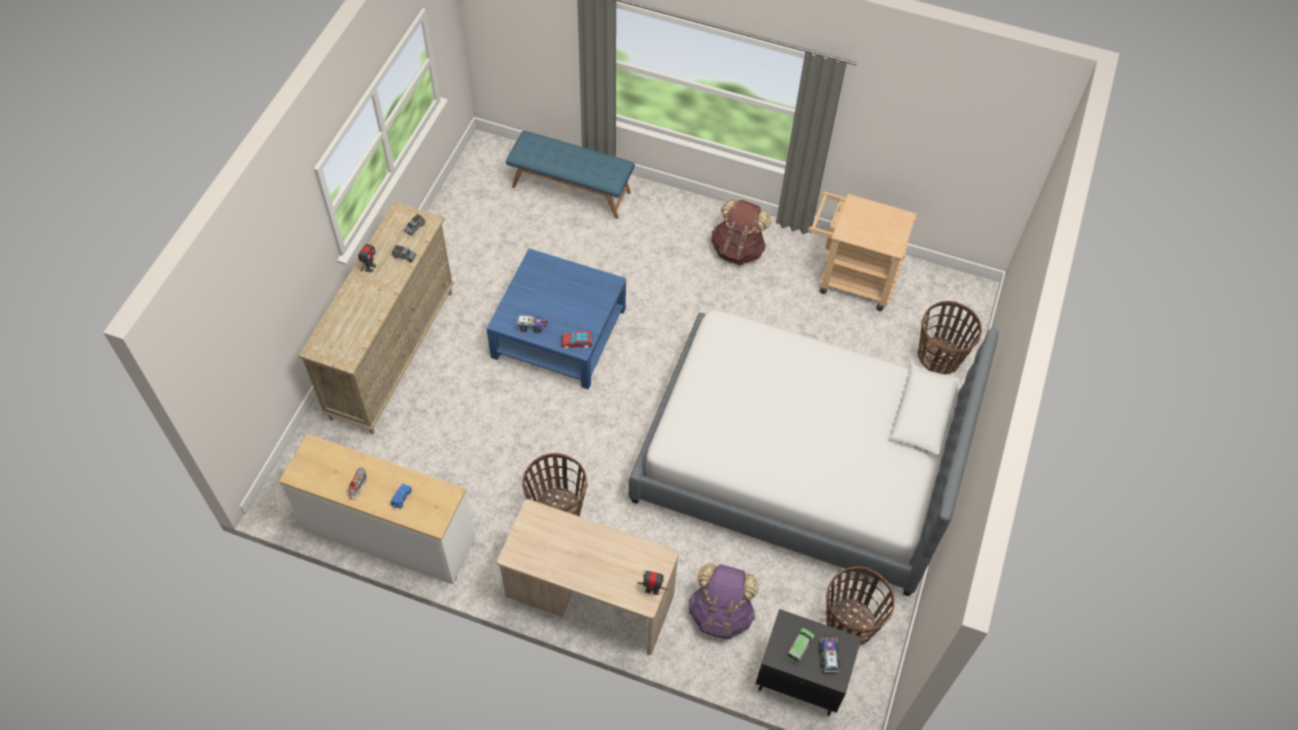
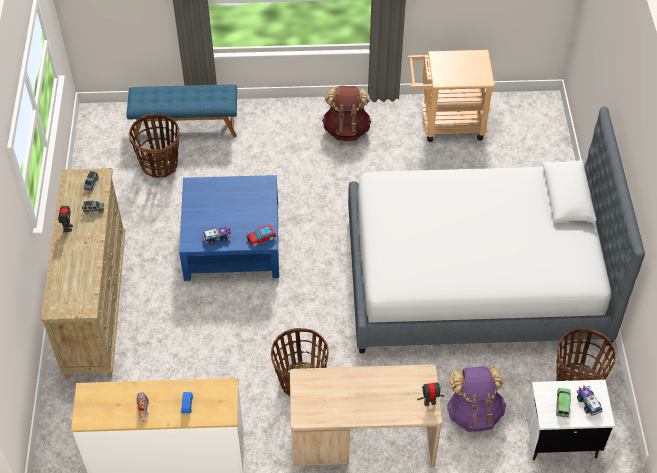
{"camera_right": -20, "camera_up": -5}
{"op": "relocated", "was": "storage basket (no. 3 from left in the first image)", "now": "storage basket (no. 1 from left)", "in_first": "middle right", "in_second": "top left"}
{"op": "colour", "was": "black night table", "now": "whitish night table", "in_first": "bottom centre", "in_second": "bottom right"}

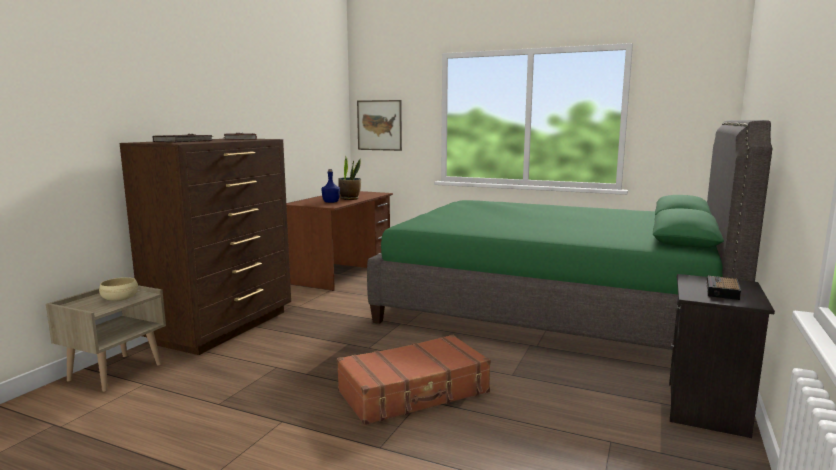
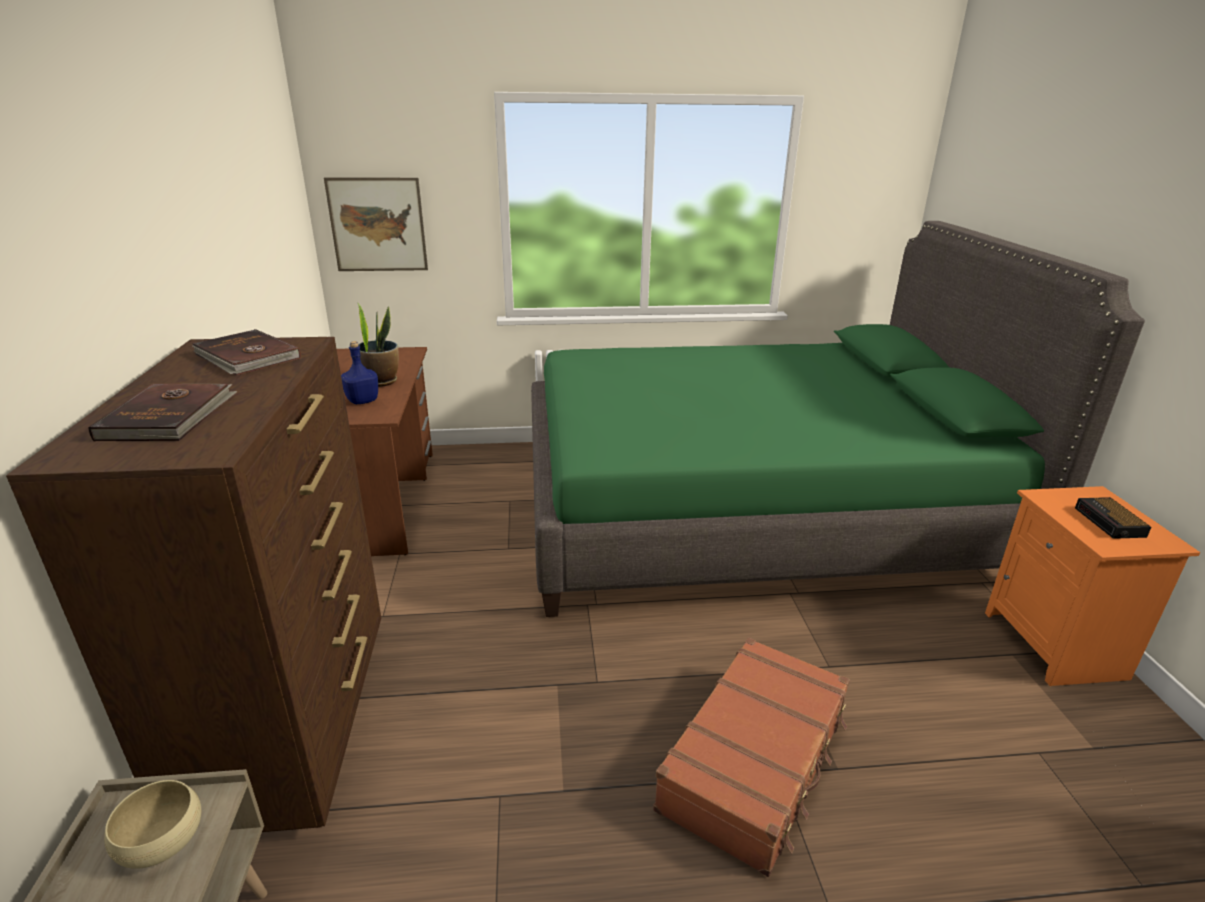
{"camera_right": -30, "camera_up": 15}
{"op": "colour", "was": "black night table", "now": "orange-coloured night table", "in_first": "bottom right", "in_second": "middle right"}

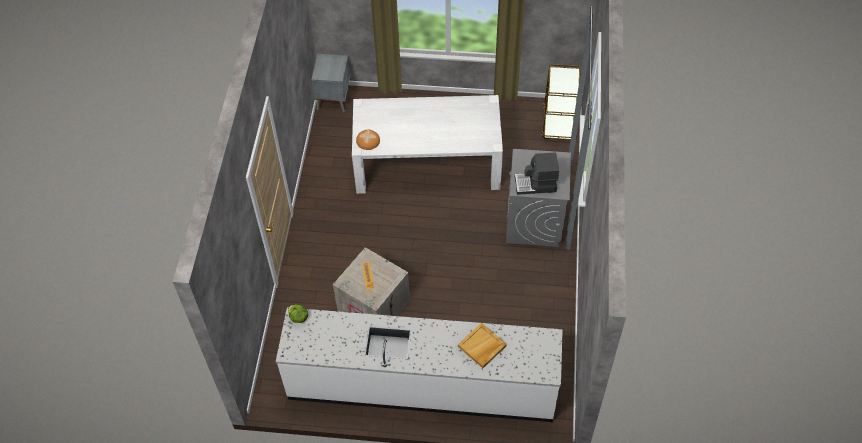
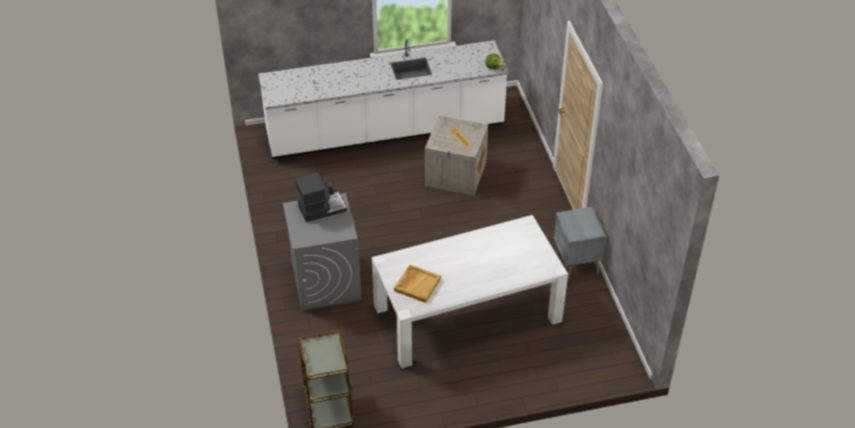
{"camera_right": 160, "camera_up": -10}
{"op": "relocated", "was": "sand-coloured tray", "in_first": "bottom centre", "in_second": "centre"}
{"op": "relocated", "was": "grey night table", "in_first": "top centre", "in_second": "middle right"}
{"op": "missing", "was": "bakery bread", "in_first": "top centre"}

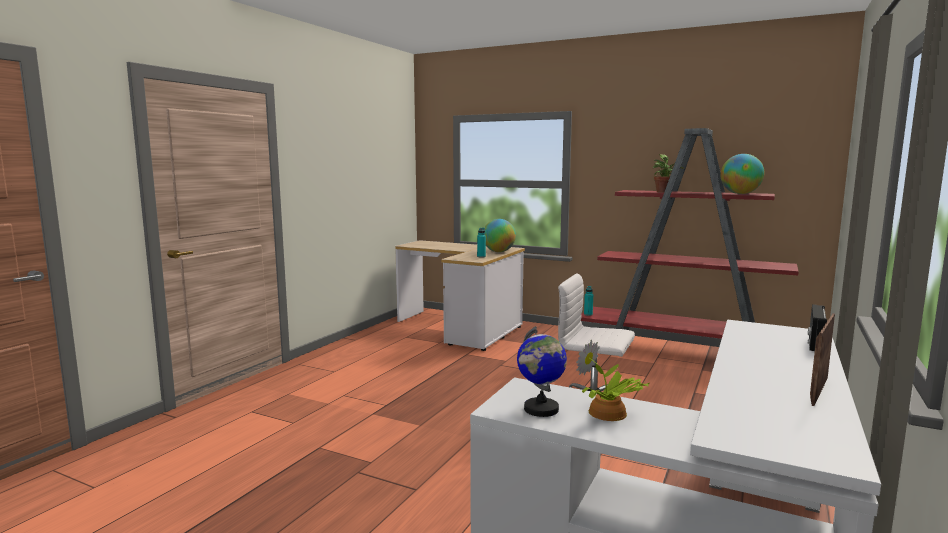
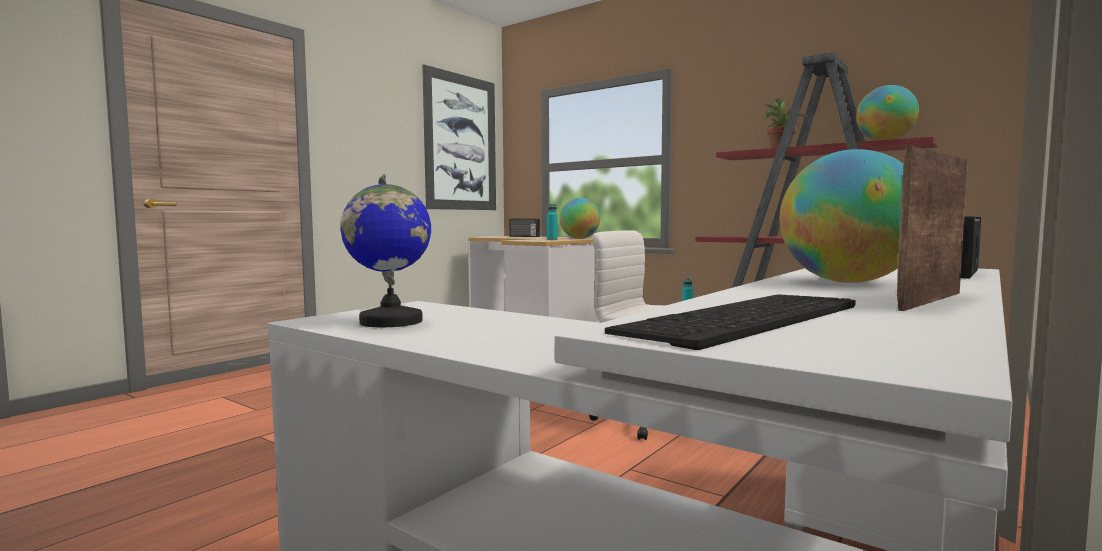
{"camera_right": 10, "camera_up": -5}
{"op": "appeared", "now": "wall picture", "in_second": "top centre"}
{"op": "appeared", "now": "radio set (no. 1 from left)", "in_second": "centre"}
{"op": "appeared", "now": "computer keyboard", "in_second": "centre"}
{"op": "appeared", "now": "desk globe (no. 3 from left)", "in_second": "middle right"}
{"op": "missing", "was": "potted plant (no. 1 from left)", "in_first": "bottom centre"}

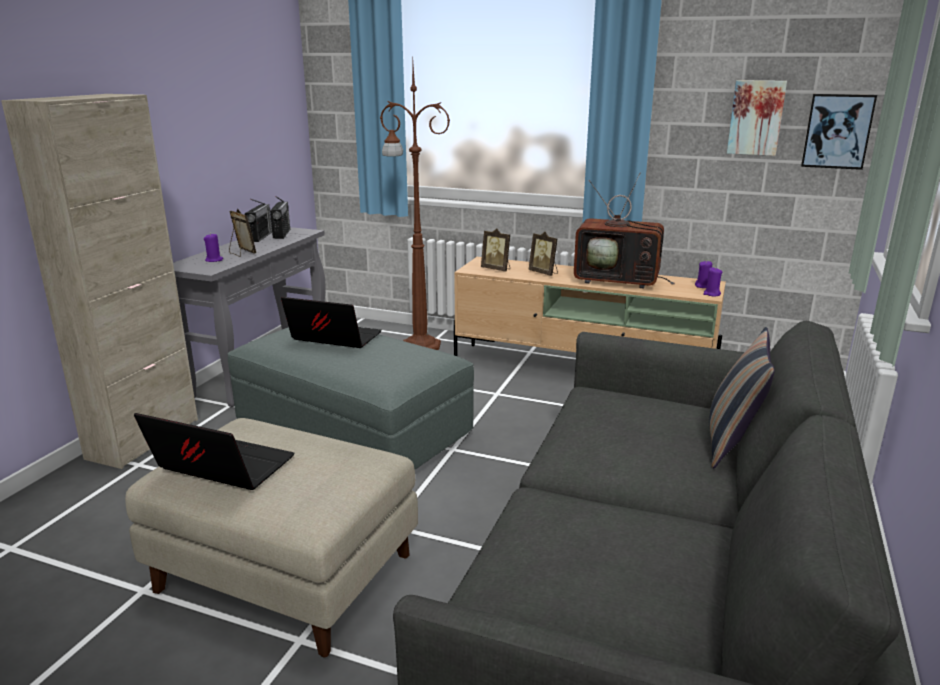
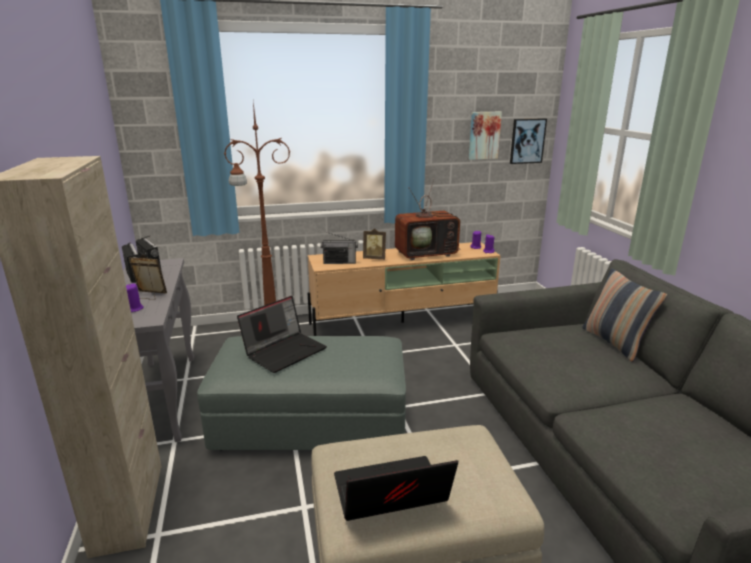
{"camera_right": -35, "camera_up": 0}
{"op": "spun", "was": "portable computer (no. 2 from left in the first image)", "in_first": "centre", "in_second": "centre", "clockwise": 150}
{"op": "exchanged", "was": "picture frame (no. 2 from left)", "now": "radio set (no. 3 from left)", "in_first": "centre", "in_second": "centre"}

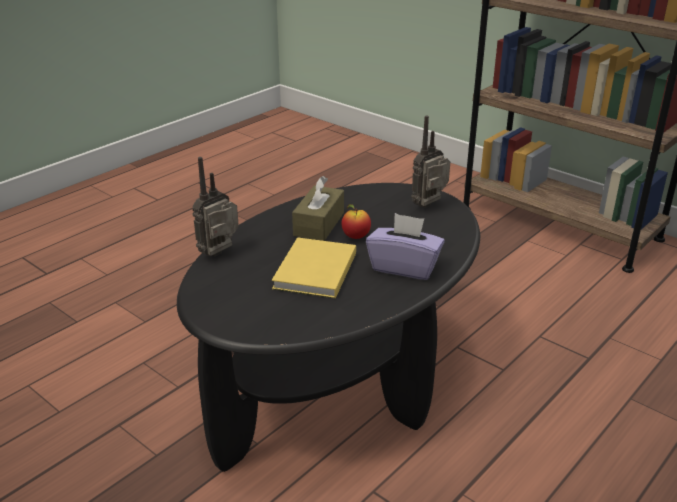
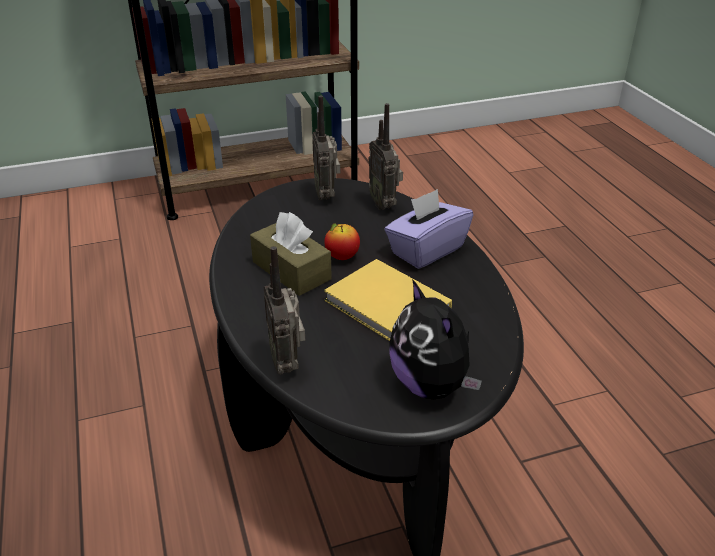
{"camera_right": -60, "camera_up": 5}
{"op": "appeared", "now": "radio set (no. 3 from left)", "in_second": "top centre"}
{"op": "appeared", "now": "soft toy", "in_second": "centre"}

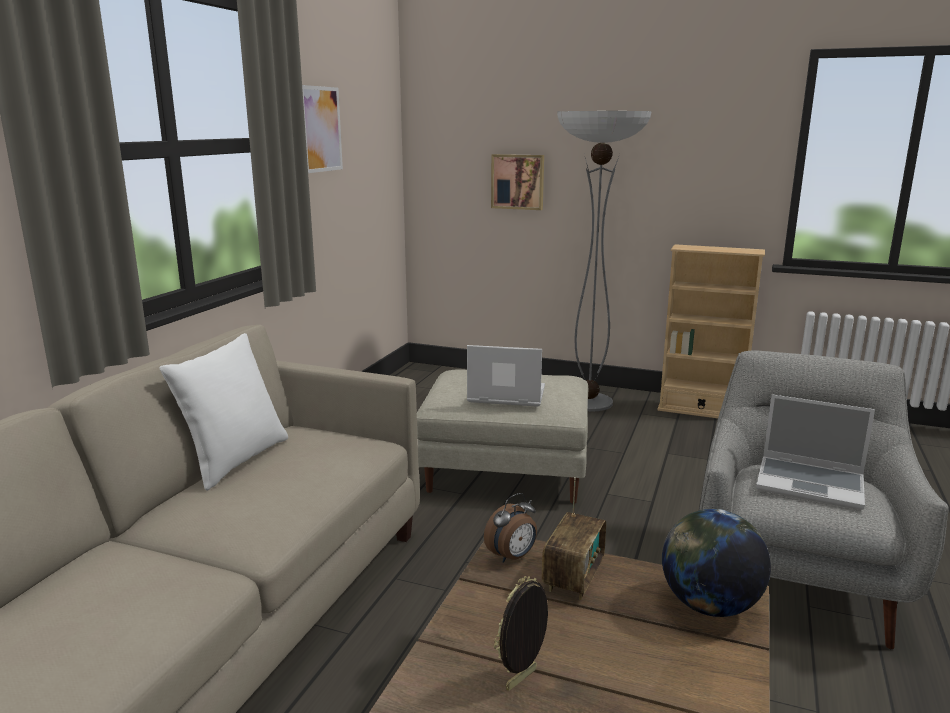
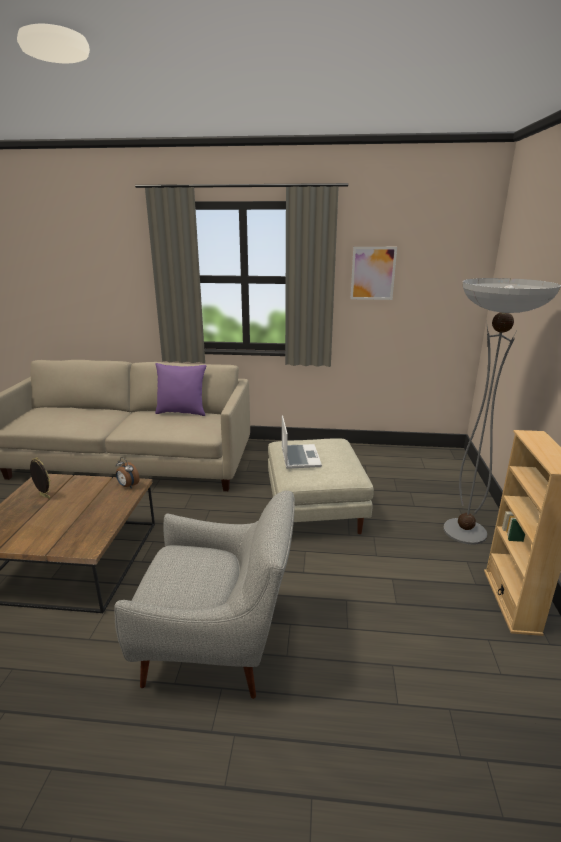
{"camera_right": 75, "camera_up": 5}
{"op": "colour", "was": "whitish cushion", "now": "purple cushion", "in_first": "middle left", "in_second": "middle left"}
{"op": "missing", "was": "wall picture (no. 2 from left)", "in_first": "top centre"}
{"op": "missing", "was": "radio set", "in_first": "bottom centre"}
{"op": "missing", "was": "desk globe", "in_first": "bottom right"}
{"op": "missing", "was": "portable computer (no. 2 from left)", "in_first": "middle right"}

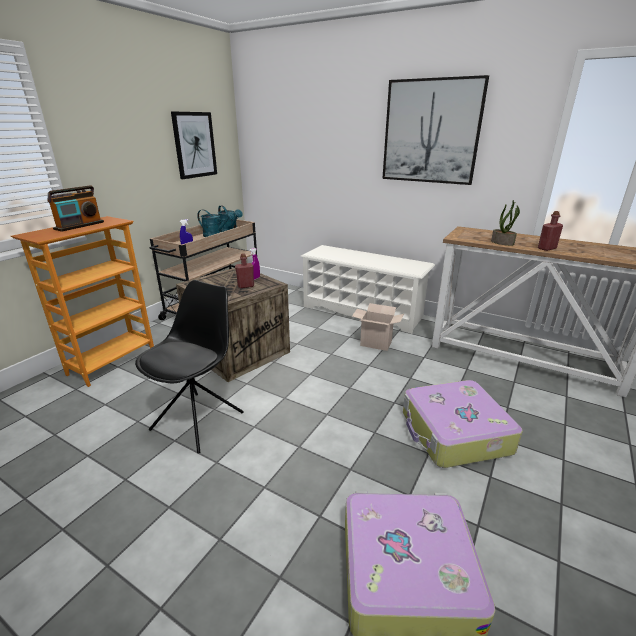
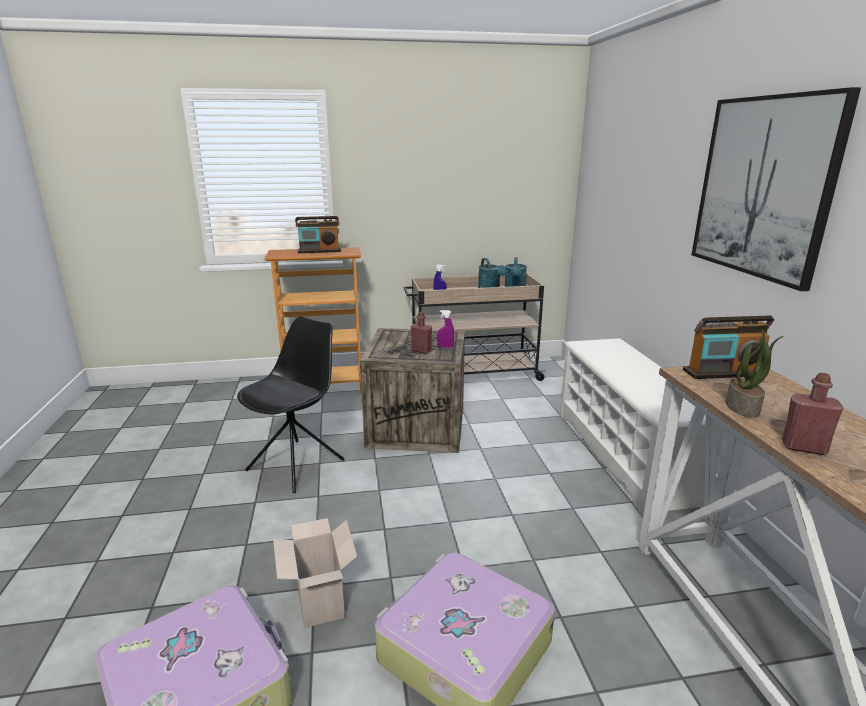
{"camera_right": 50, "camera_up": -5}
{"op": "spun", "was": "black plain chair", "in_first": "middle left", "in_second": "centre", "clockwise": -45}
{"op": "relocated", "was": "carton", "in_first": "centre", "in_second": "bottom centre"}
{"op": "appeared", "now": "radio set (no. 2 from left)", "in_second": "middle right"}
{"op": "missing", "was": "wall picture (no. 1 from left)", "in_first": "top left"}

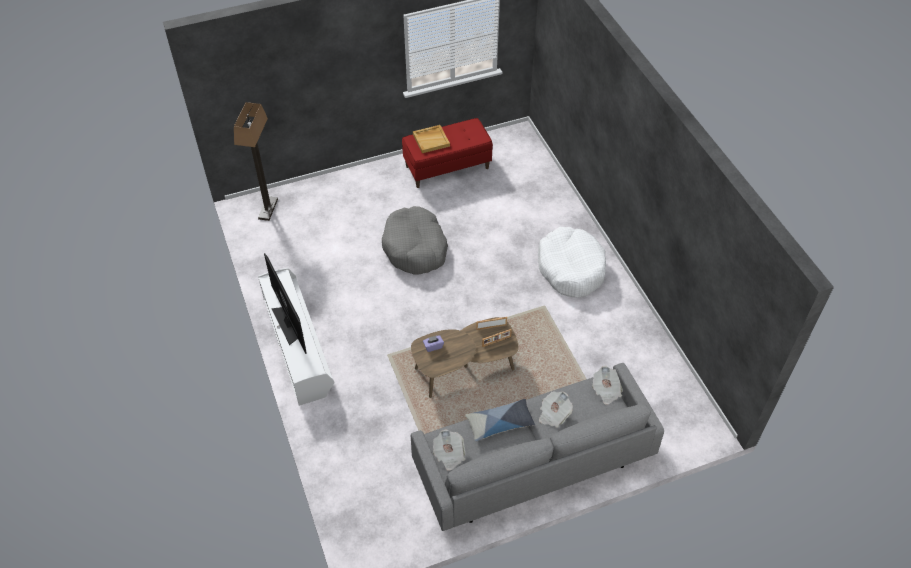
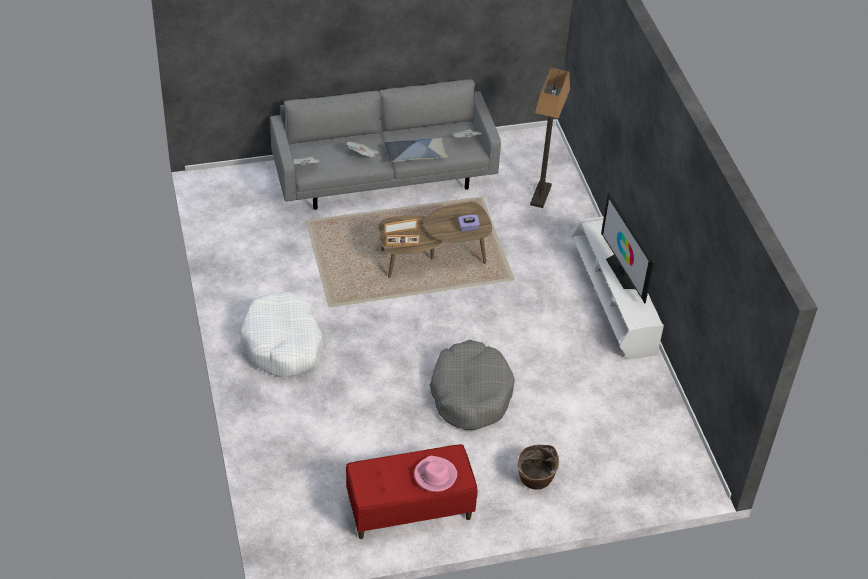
{"camera_right": -175, "camera_up": -5}
{"op": "exchanged", "was": "sand-coloured tray", "now": "pinkish wearable hat", "in_first": "top centre", "in_second": "bottom centre"}
{"op": "appeared", "now": "storage basket", "in_second": "bottom centre"}
{"op": "relocated", "was": "standard lamp", "in_first": "top left", "in_second": "top centre"}

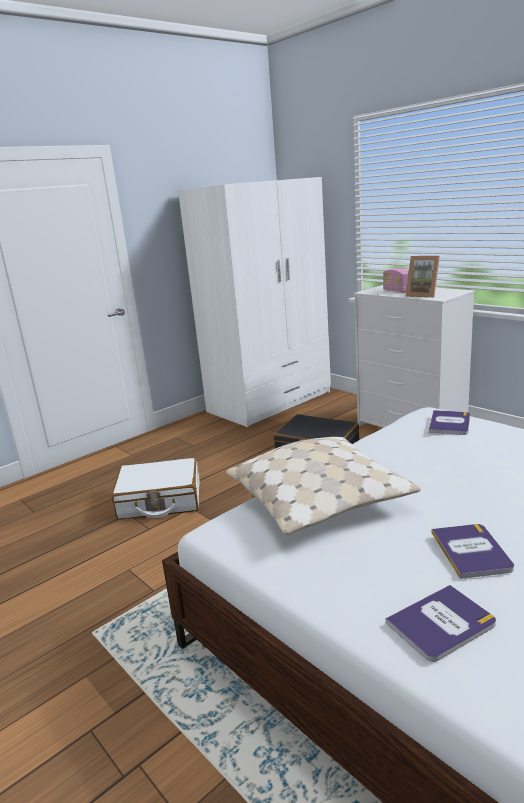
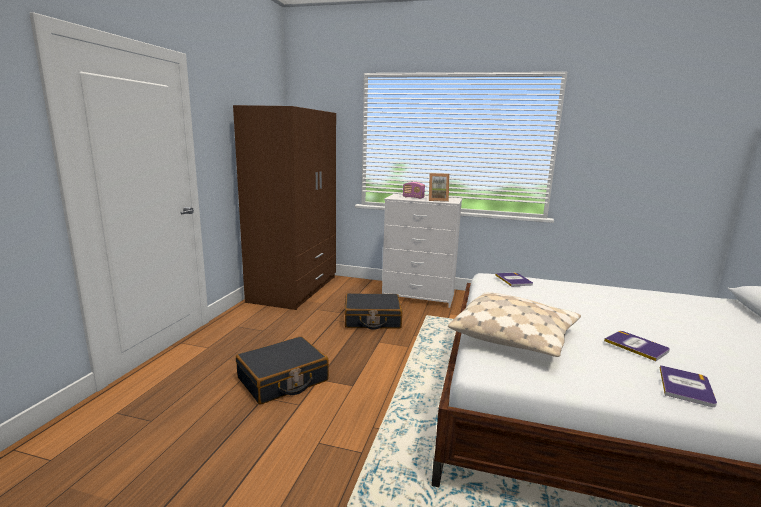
{"camera_right": -35, "camera_up": -5}
{"op": "colour", "was": "whitish wardrobe", "now": "brownish wardrobe", "in_first": "centre", "in_second": "centre"}
{"op": "colour", "was": "whitish travel case", "now": "black travel case (no. 1 from left)", "in_first": "middle left", "in_second": "bottom centre"}

